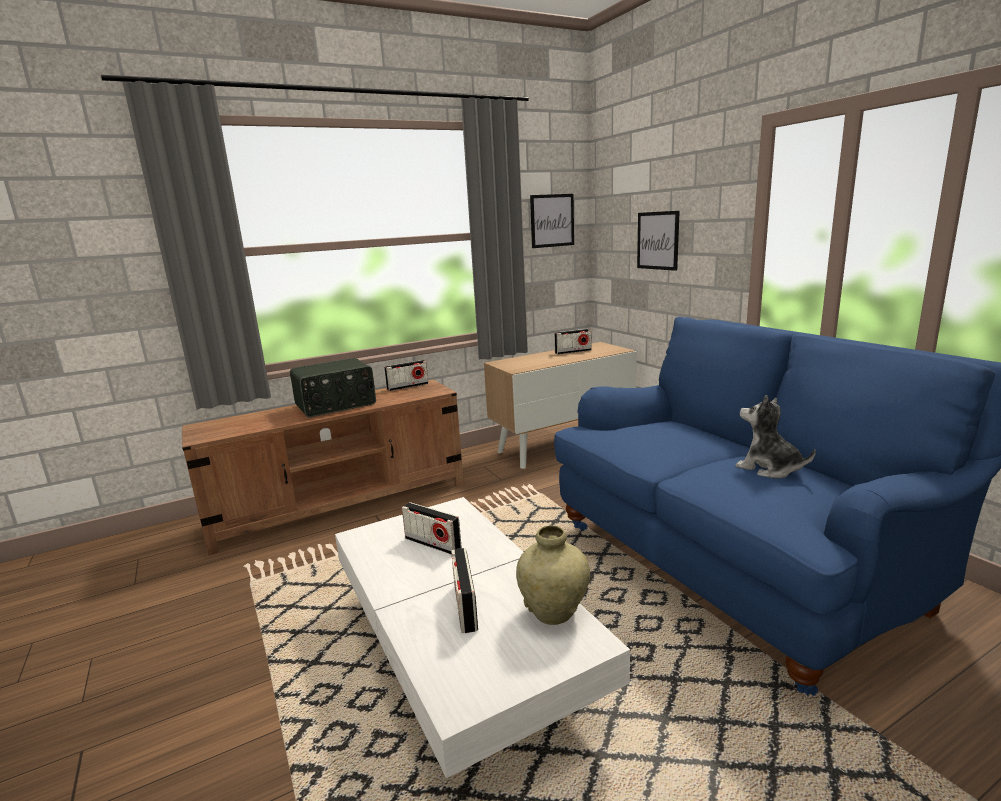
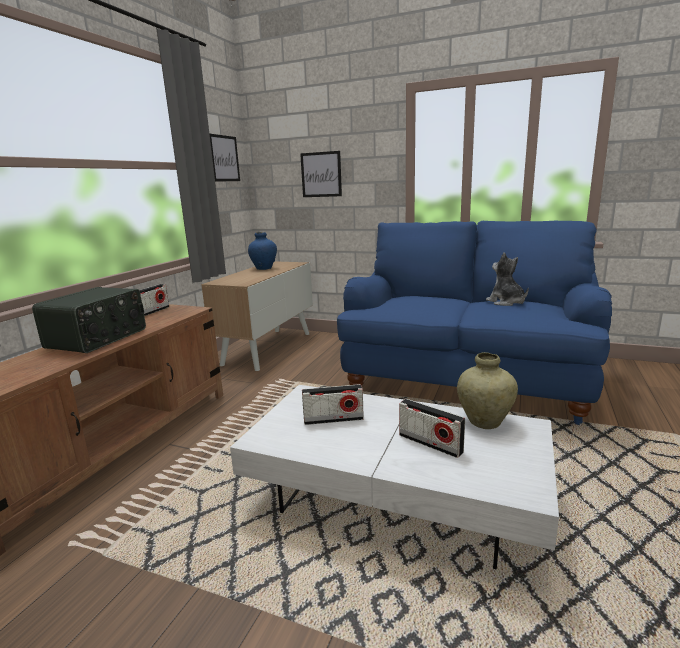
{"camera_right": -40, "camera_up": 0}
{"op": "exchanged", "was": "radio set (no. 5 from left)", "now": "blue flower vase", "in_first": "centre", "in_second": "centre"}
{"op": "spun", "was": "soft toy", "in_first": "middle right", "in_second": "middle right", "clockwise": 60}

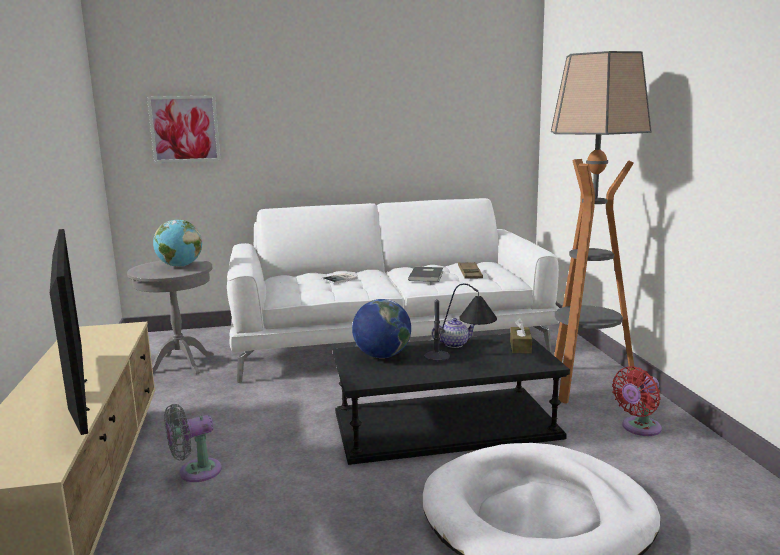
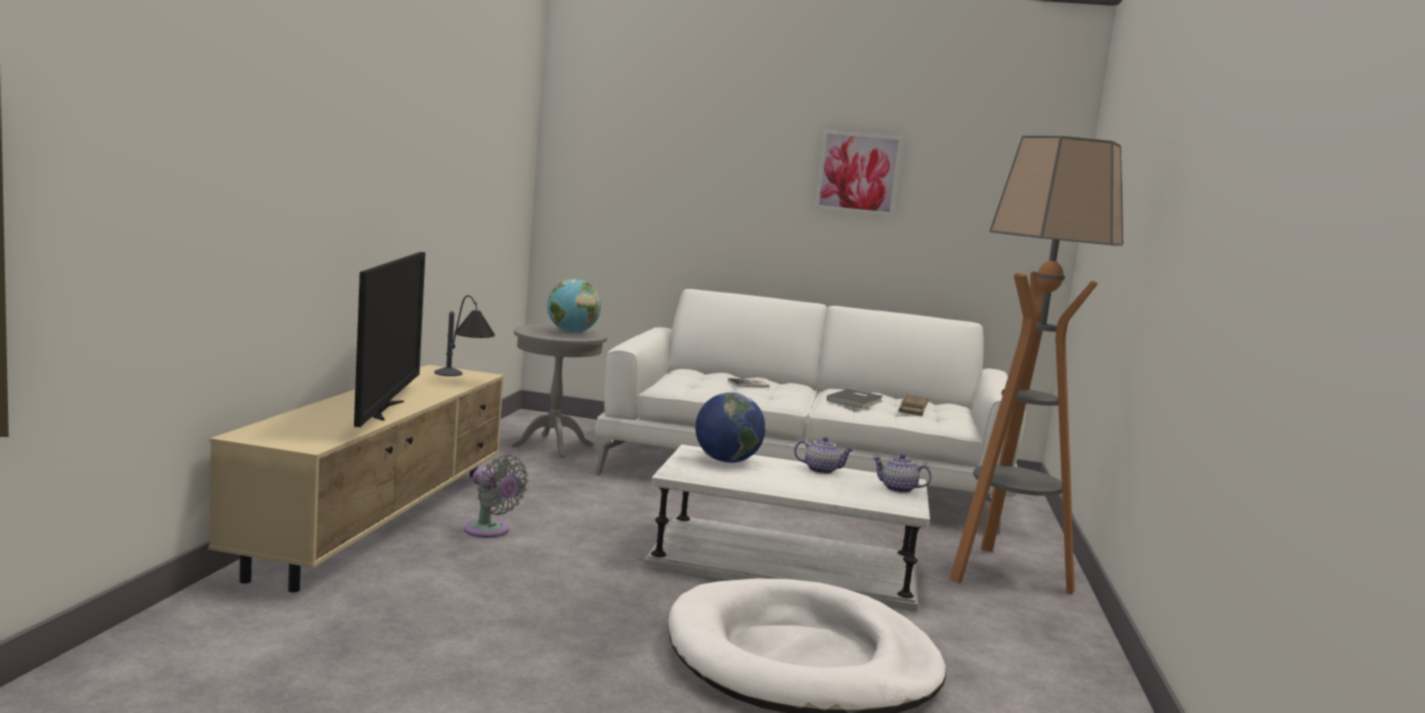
{"camera_right": 20, "camera_up": -5}
{"op": "relocated", "was": "lamp for a table", "in_first": "centre", "in_second": "middle left"}
{"op": "spun", "was": "grey cooling fan", "in_first": "bottom left", "in_second": "bottom centre", "clockwise": -135}
{"op": "colour", "was": "black lounge table", "now": "whitish lounge table", "in_first": "bottom centre", "in_second": "bottom centre"}
{"op": "relocated", "was": "wall picture", "in_first": "top left", "in_second": "top centre"}
{"op": "exchanged", "was": "brownish tissue box", "now": "teapot (no. 2 from left)", "in_first": "middle right", "in_second": "centre"}
{"op": "missing", "was": "red-coloured cooling fan", "in_first": "bottom right"}

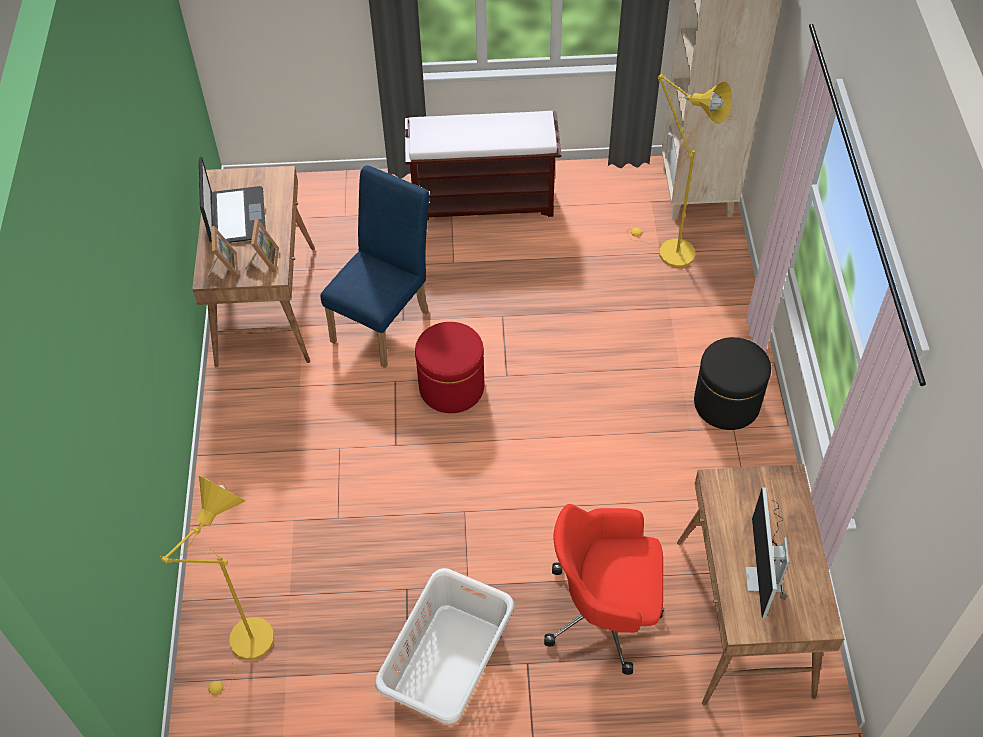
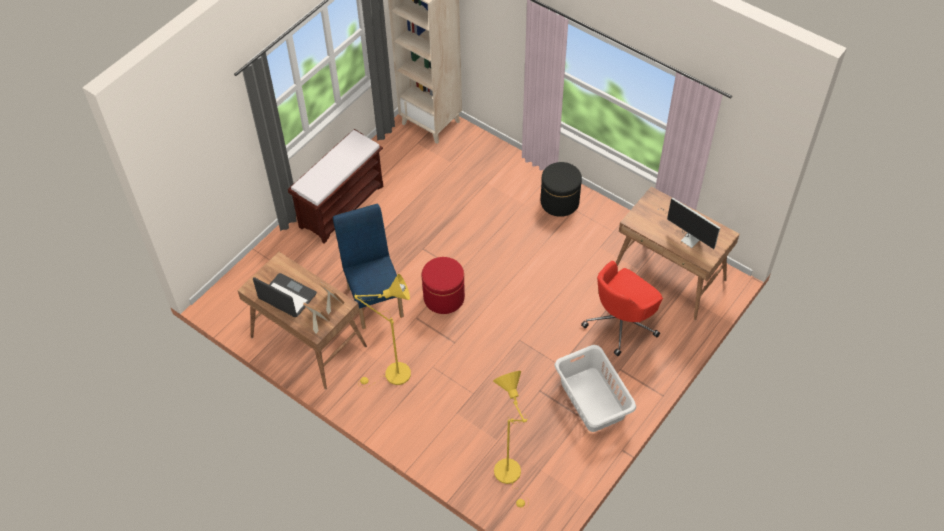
{"camera_right": -50, "camera_up": 0}
{"op": "relocated", "was": "yellowish standard lamp (no. 2 from left in the first image)", "now": "yellowish standard lamp (no. 1 from left)", "in_first": "top right", "in_second": "centre"}

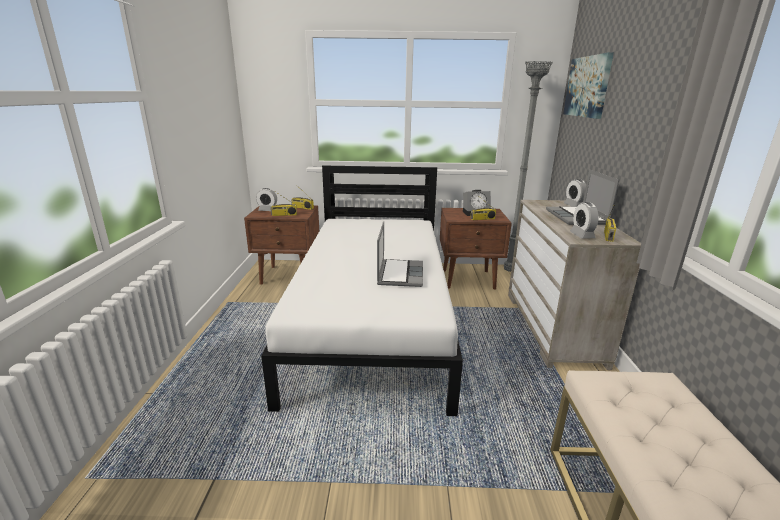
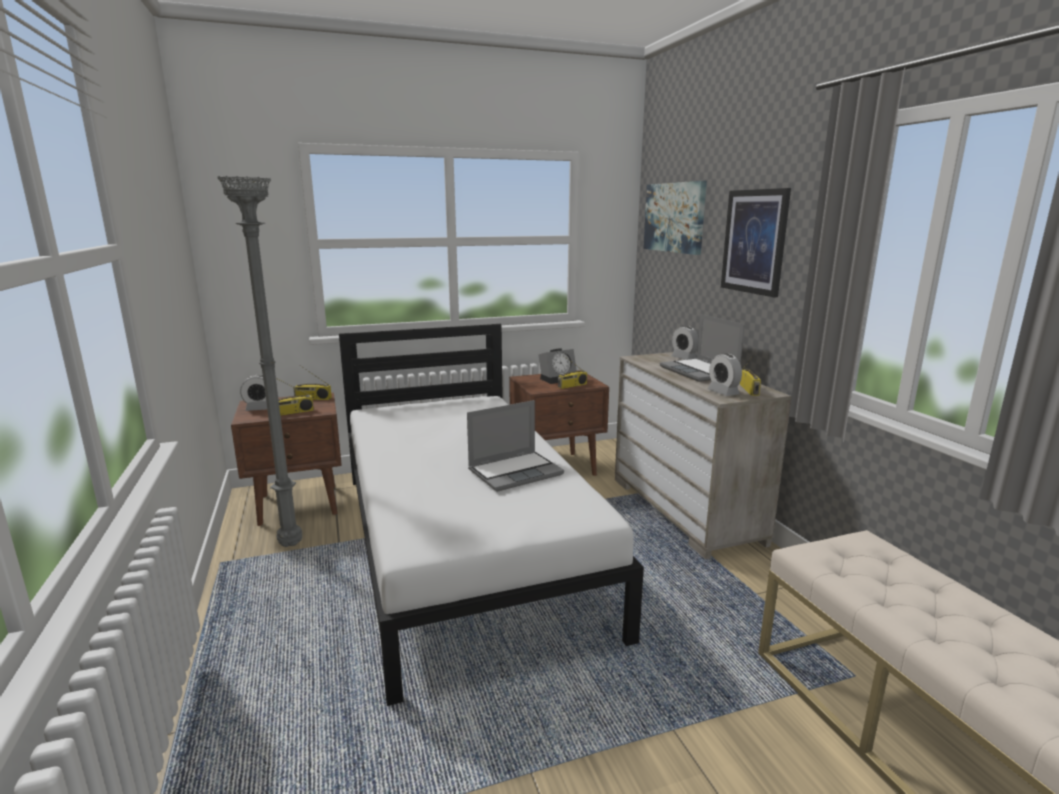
{"camera_right": -20, "camera_up": -5}
{"op": "relocated", "was": "grey standard lamp", "in_first": "top right", "in_second": "middle left"}
{"op": "spun", "was": "portable computer (no. 1 from left)", "in_first": "centre", "in_second": "centre", "clockwise": 75}
{"op": "appeared", "now": "wall picture (no. 2 from left)", "in_second": "top right"}

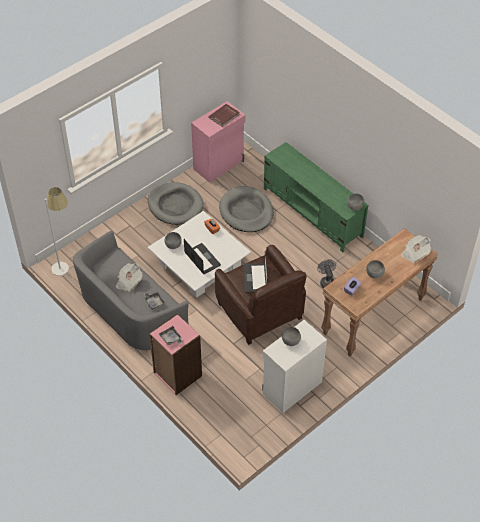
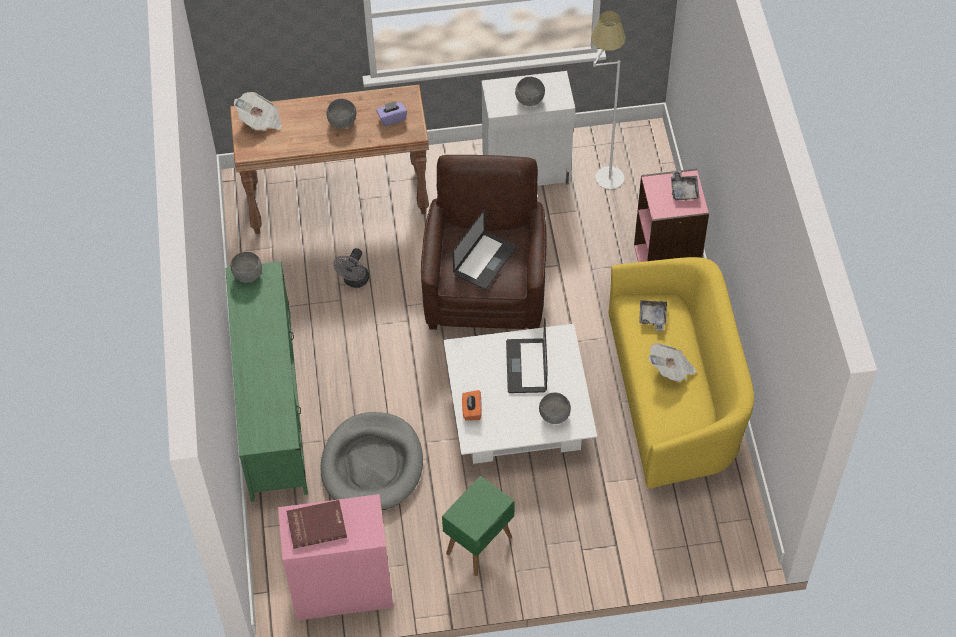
{"camera_right": -145, "camera_up": 5}
{"op": "exchanged", "was": "grey pet bed (no. 1 from left)", "now": "green end table", "in_first": "centre", "in_second": "bottom centre"}
{"op": "relocated", "was": "whitish standard lamp", "in_first": "middle left", "in_second": "top centre"}
{"op": "colour", "was": "grey settee", "now": "yellowish settee", "in_first": "middle left", "in_second": "middle right"}

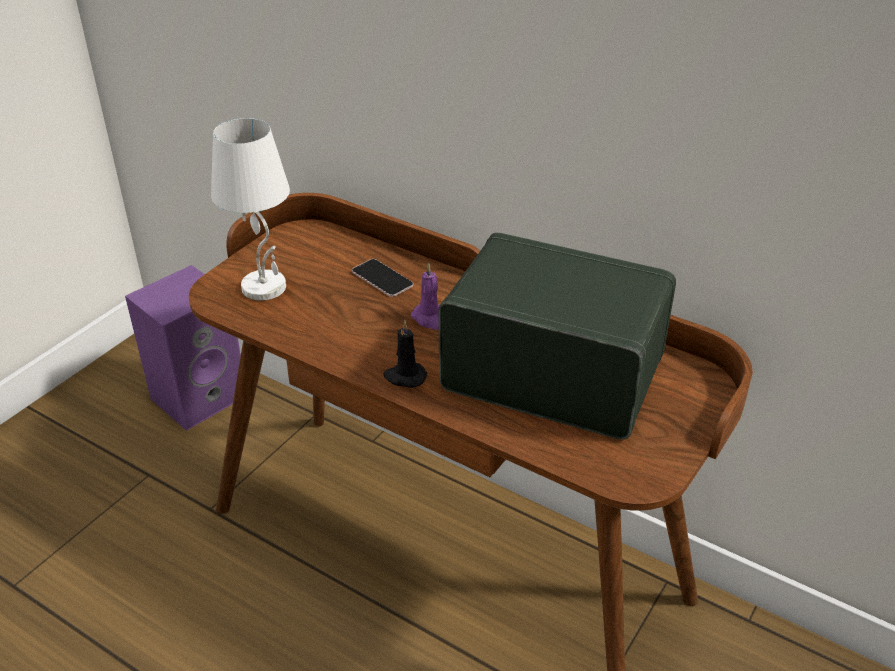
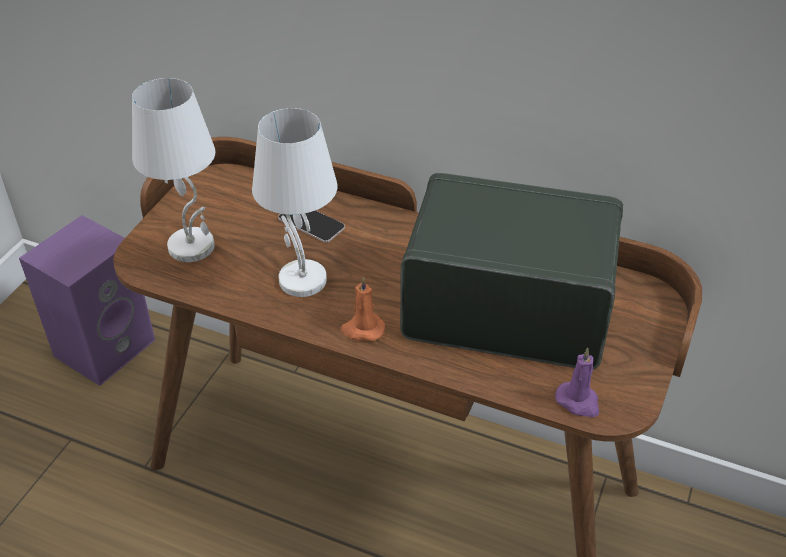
{"camera_right": -10, "camera_up": 5}
{"op": "appeared", "now": "whitish lamp for a table (no. 2 from left)", "in_second": "centre"}
{"op": "colour", "was": "black wax light", "now": "orange-coloured wax light", "in_first": "centre", "in_second": "centre"}
{"op": "relocated", "was": "purple wax light", "in_first": "centre", "in_second": "bottom right"}

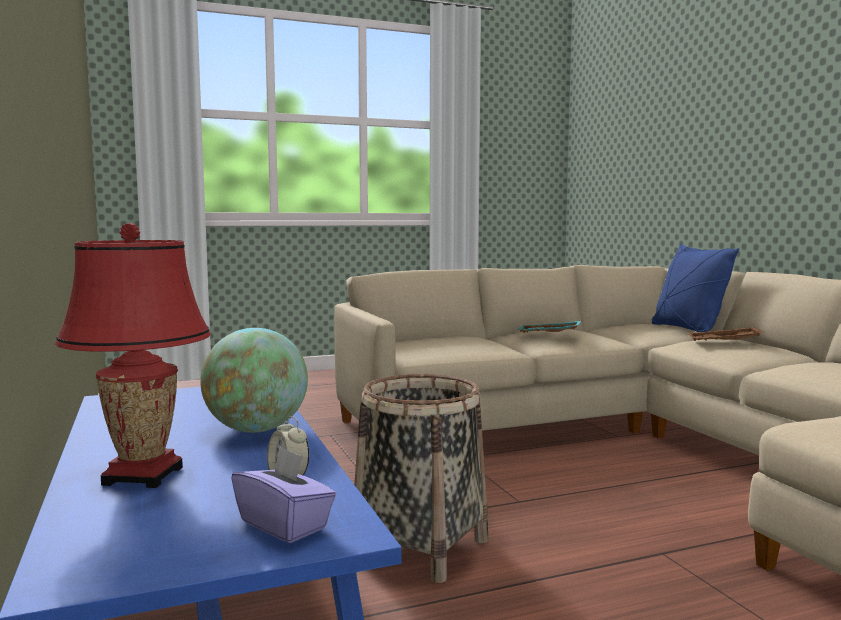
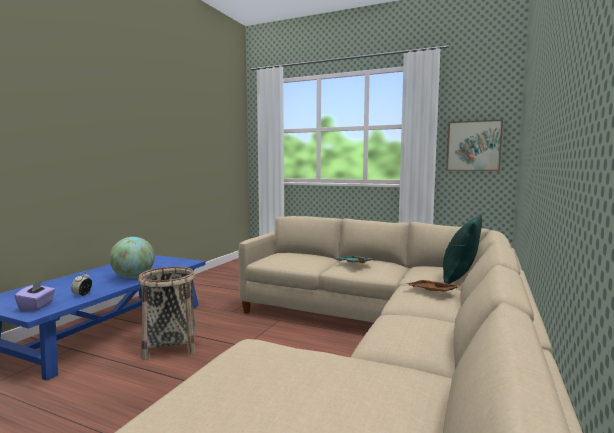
{"camera_right": 45, "camera_up": 0}
{"op": "colour", "was": "blue cushion", "now": "green cushion", "in_first": "middle right", "in_second": "middle right"}
{"op": "appeared", "now": "wall picture", "in_second": "middle right"}
{"op": "missing", "was": "red-coloured lamp for a table", "in_first": "middle left"}

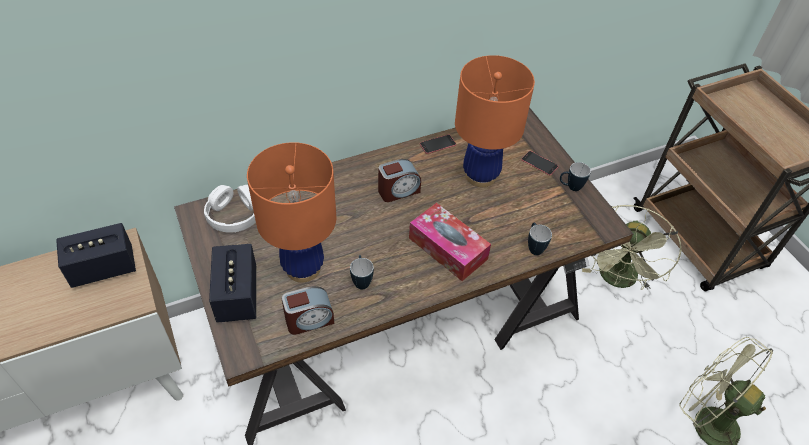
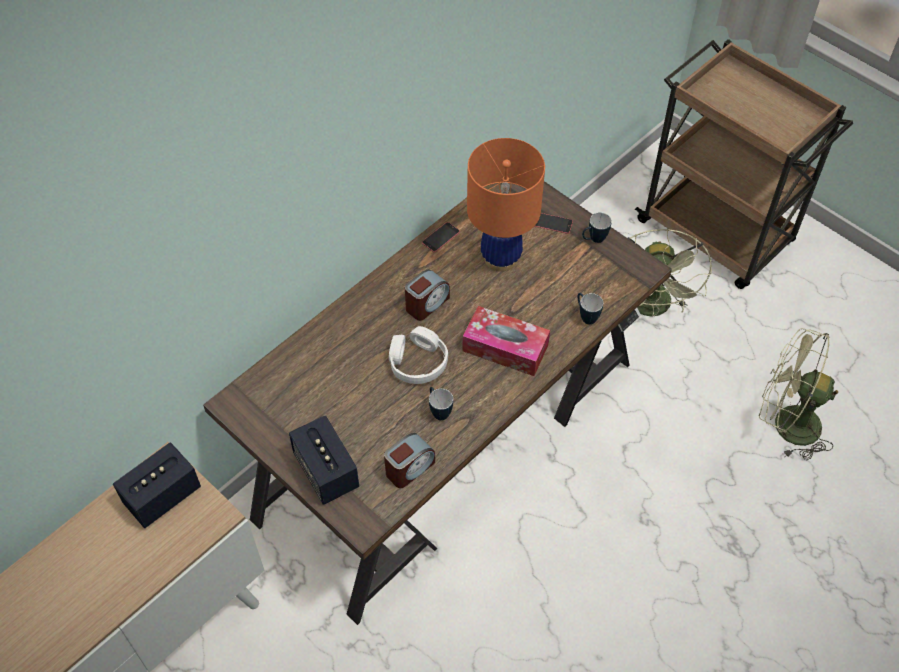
{"camera_right": -20, "camera_up": 5}
{"op": "relocated", "was": "whitish pair of headphones", "in_first": "middle left", "in_second": "centre"}
{"op": "missing", "was": "orange-coloured lamp for a table (no. 1 from left)", "in_first": "centre"}

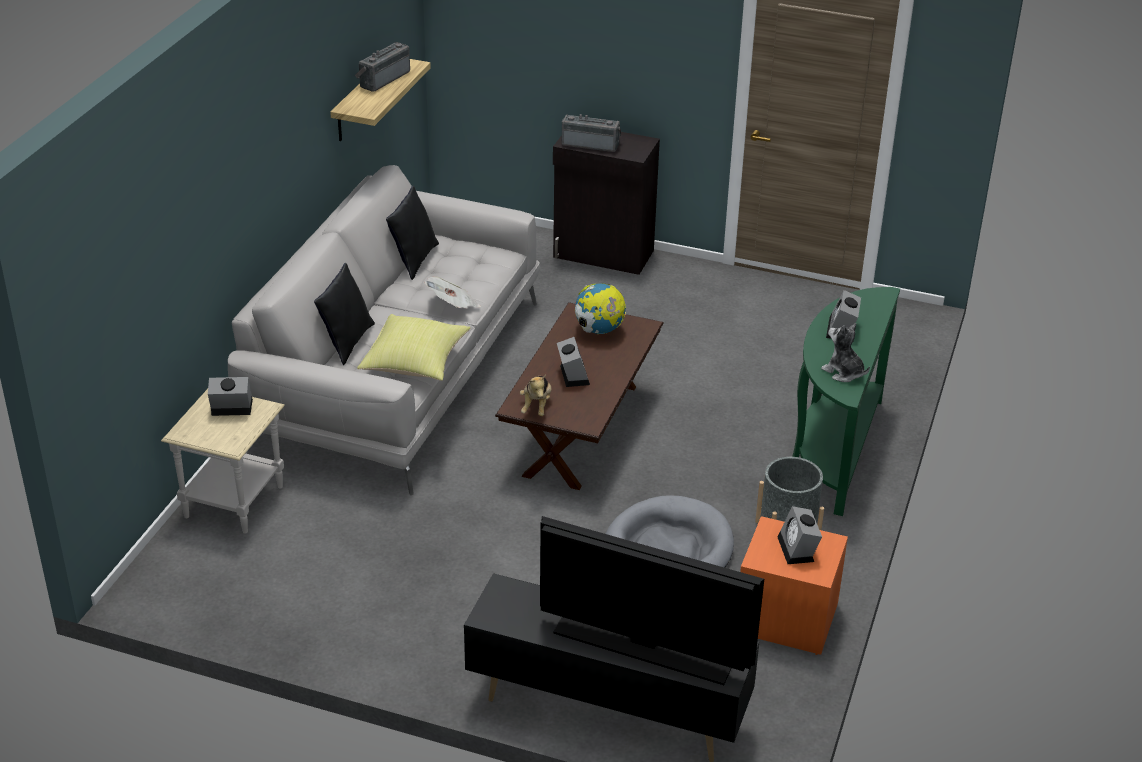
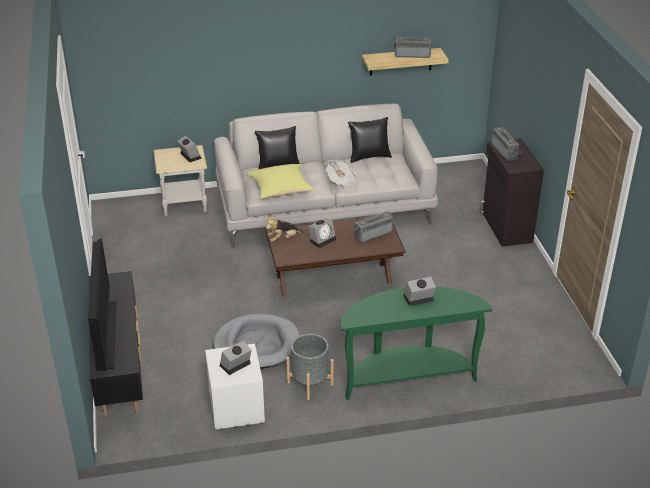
{"camera_right": 60, "camera_up": 0}
{"op": "colour", "was": "orange-coloured night table", "now": "whitish night table", "in_first": "bottom right", "in_second": "bottom centre"}
{"op": "exchanged", "was": "desk globe", "now": "radio set (no. 1 from left)", "in_first": "centre", "in_second": "centre"}
{"op": "missing", "was": "soft toy (no. 2 from left)", "in_first": "middle right"}

